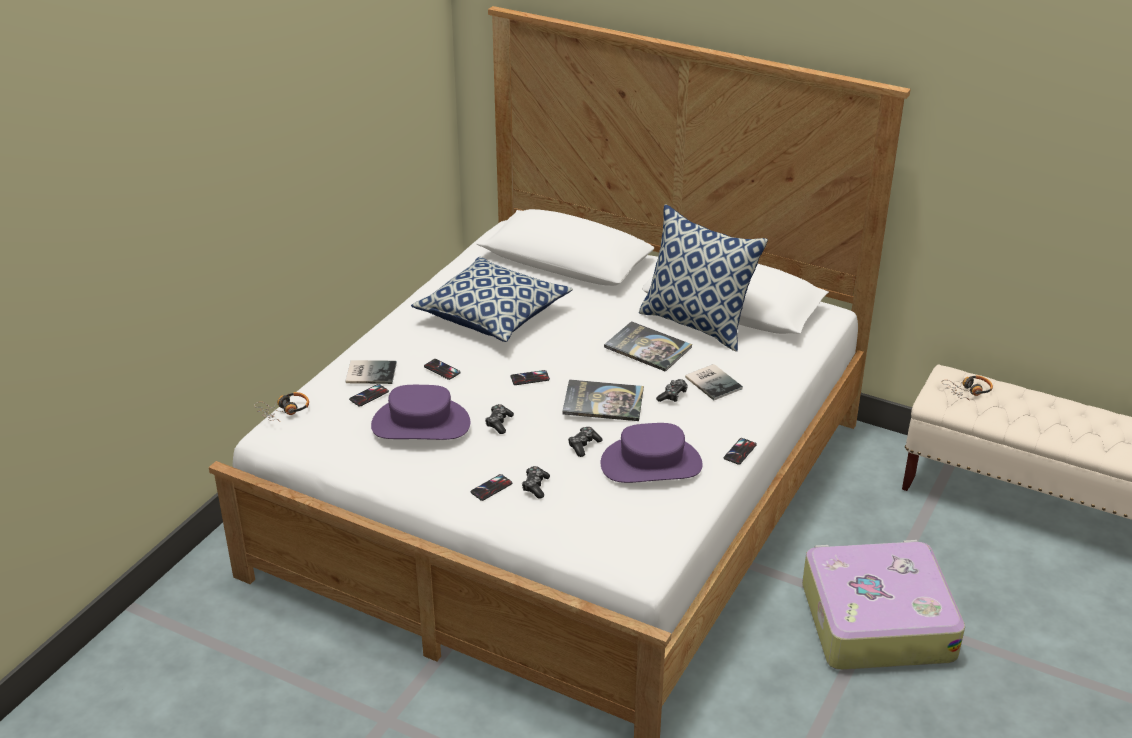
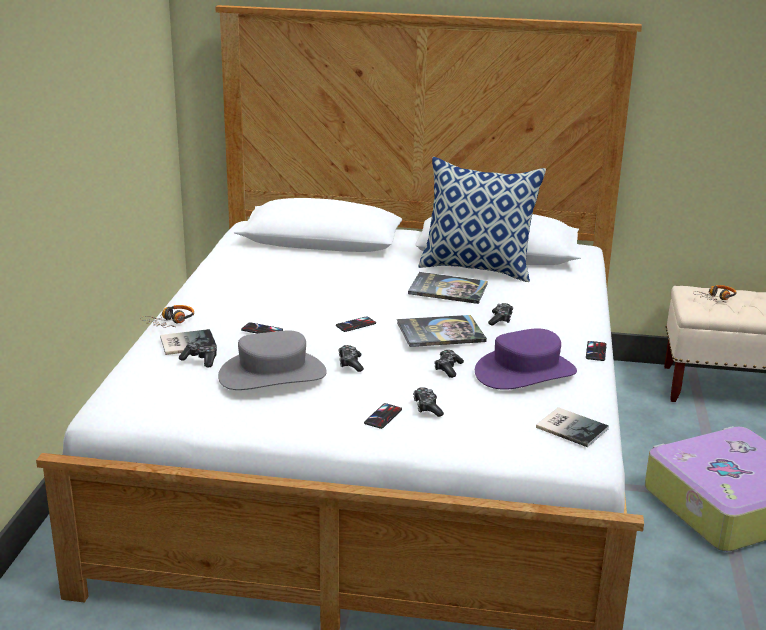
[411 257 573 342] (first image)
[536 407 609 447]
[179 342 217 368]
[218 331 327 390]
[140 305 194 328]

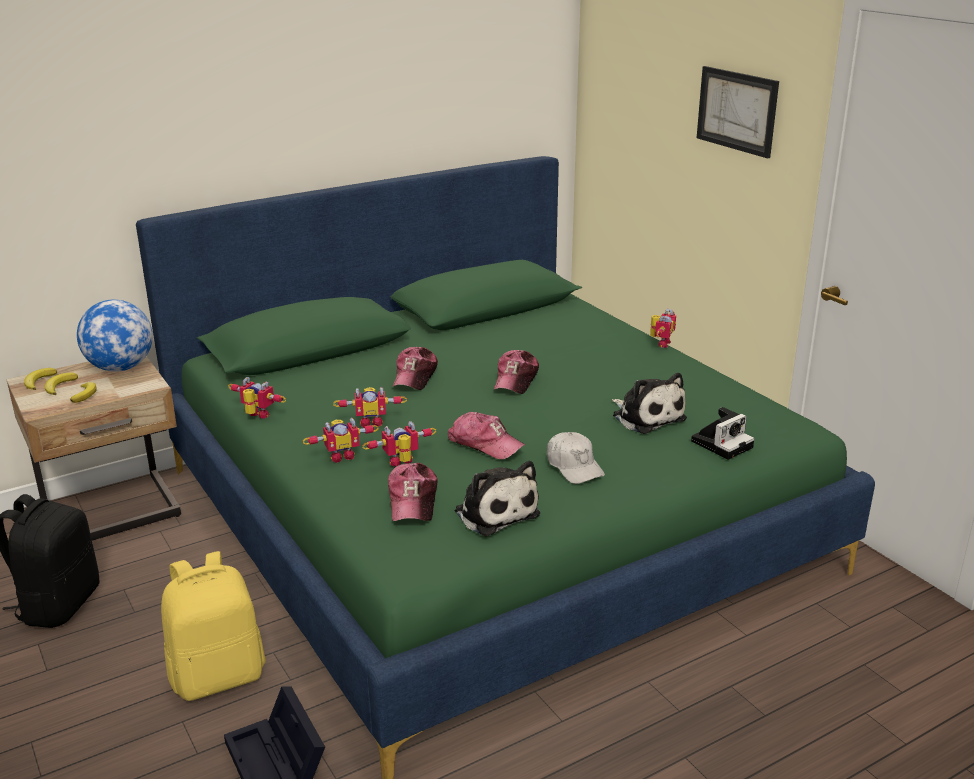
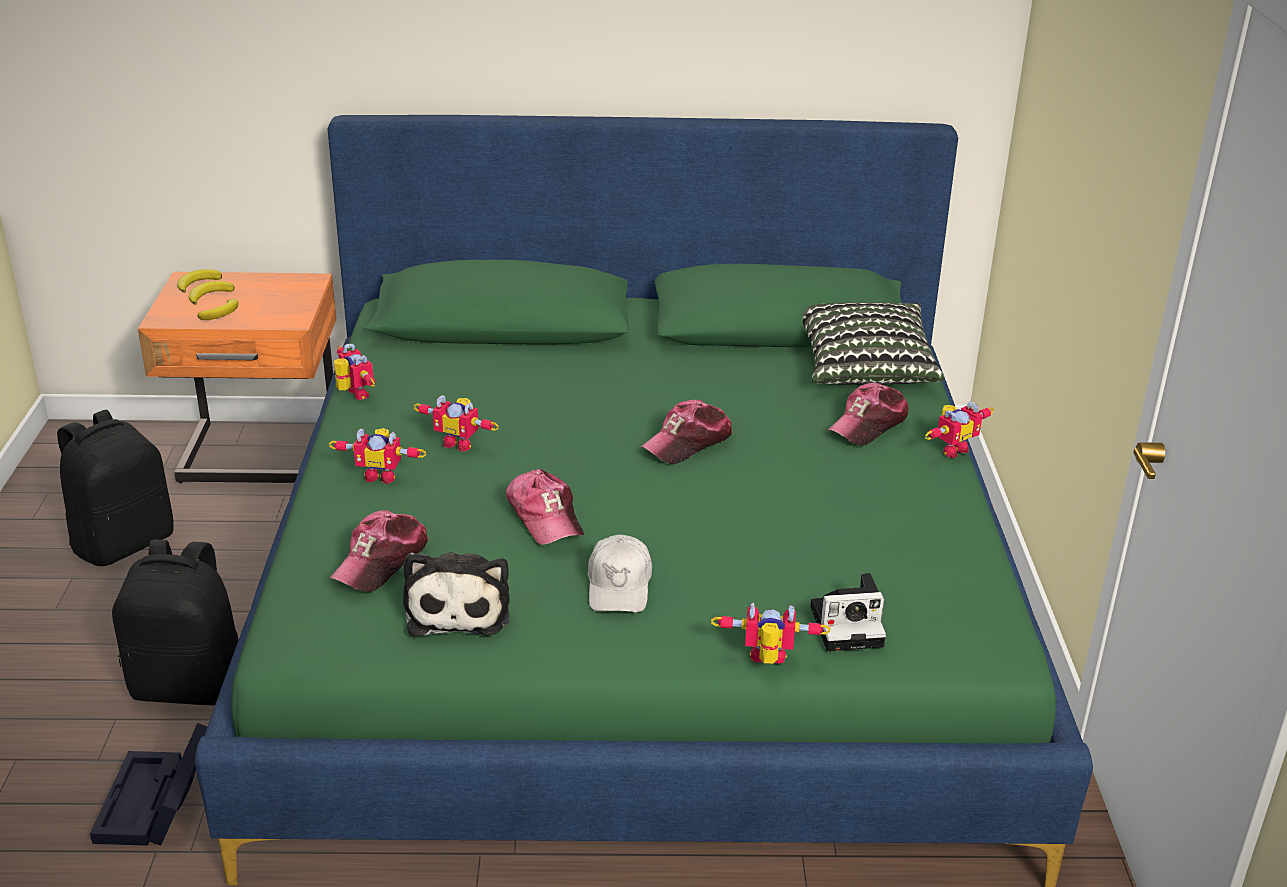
[697 66 779 158] (first image)
[77 300 153 372] (first image)
[828 383 909 446]
[138 272 336 483]
[612 373 687 434] (first image)
[711 602 831 664]
[112 539 239 705]
[803 302 944 385]

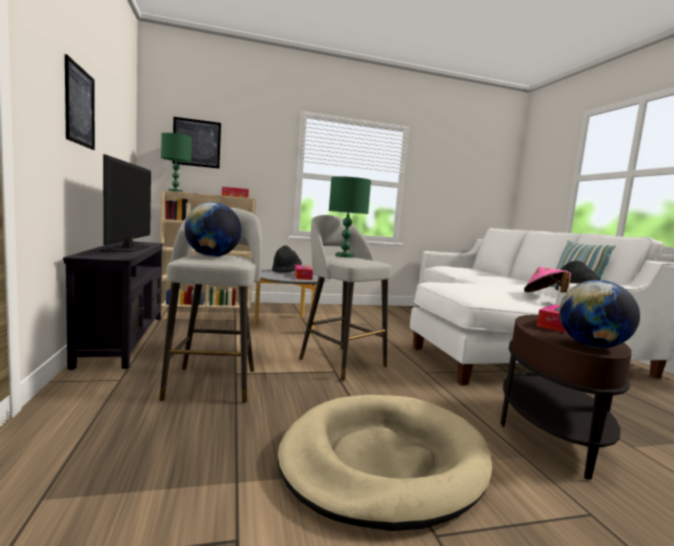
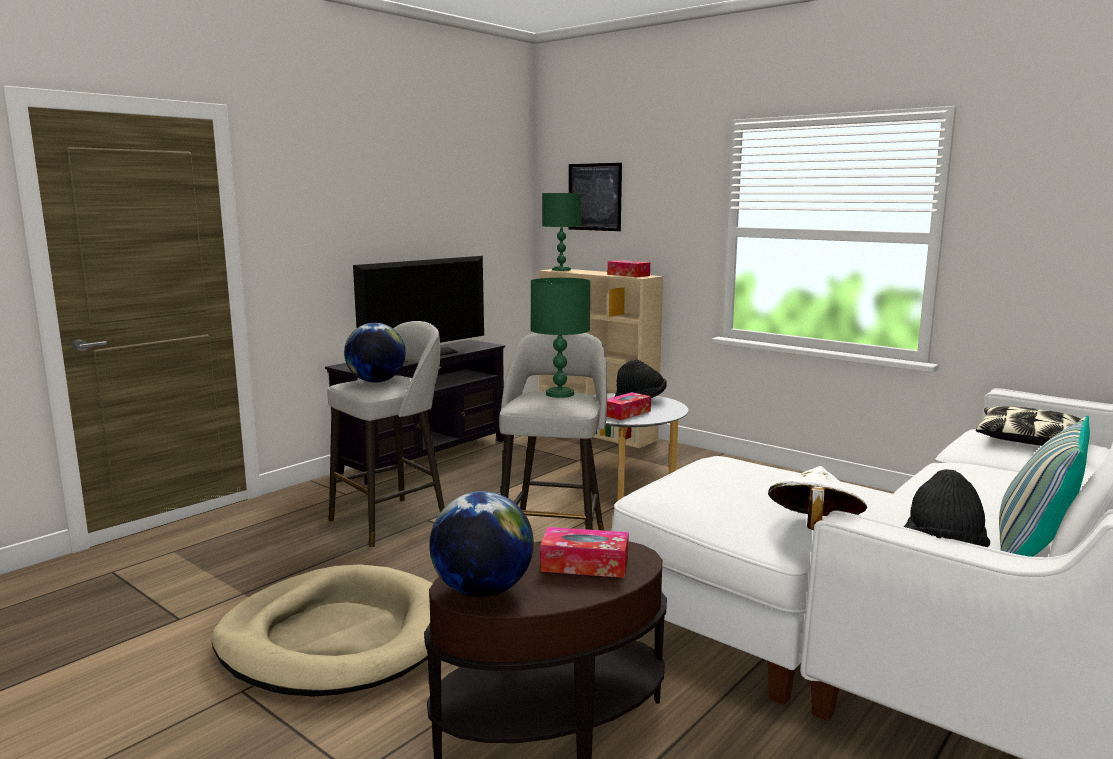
[65 54 95 150] (first image)
[768 466 867 530]
[976 406 1081 446]

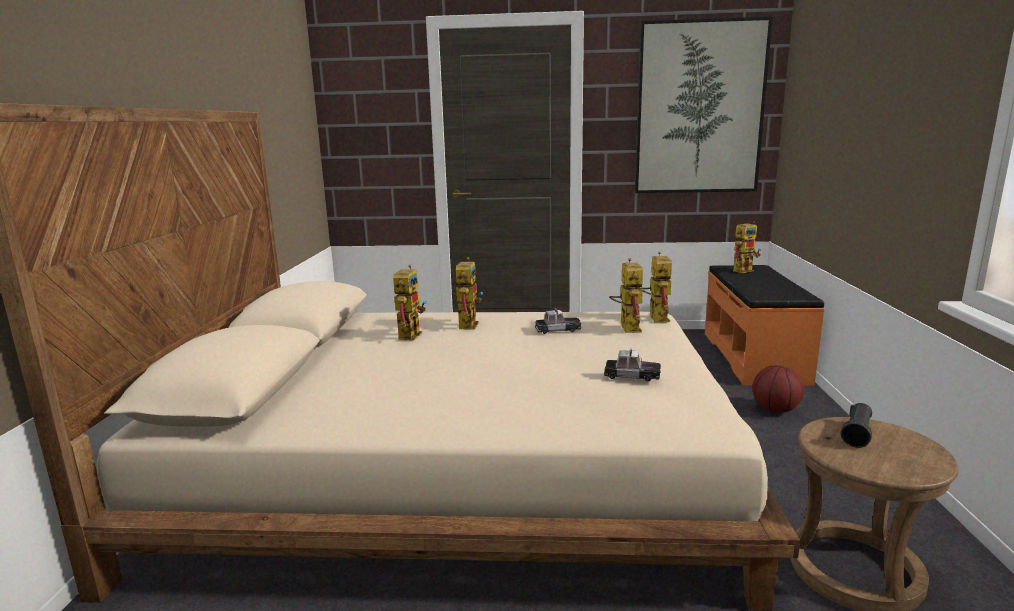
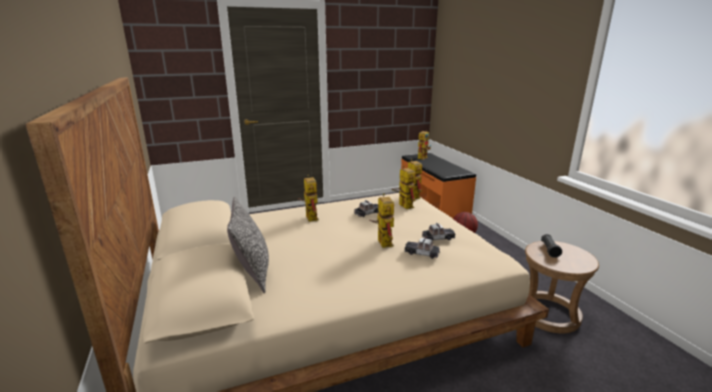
[635 17 773 193] (first image)
[369 193 394 248]
[227 197 269 293]
[405 237 440 259]

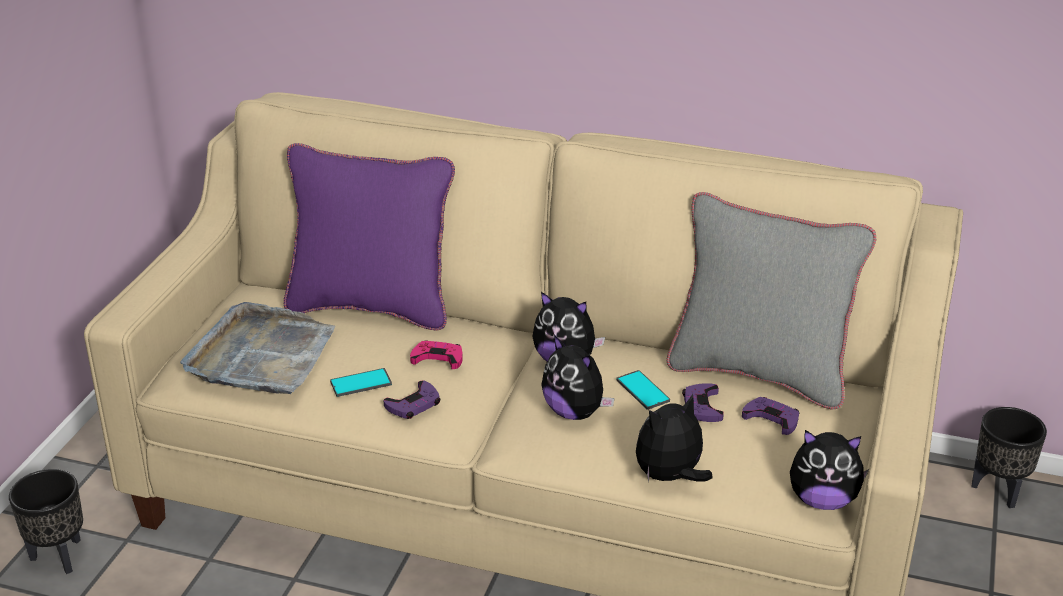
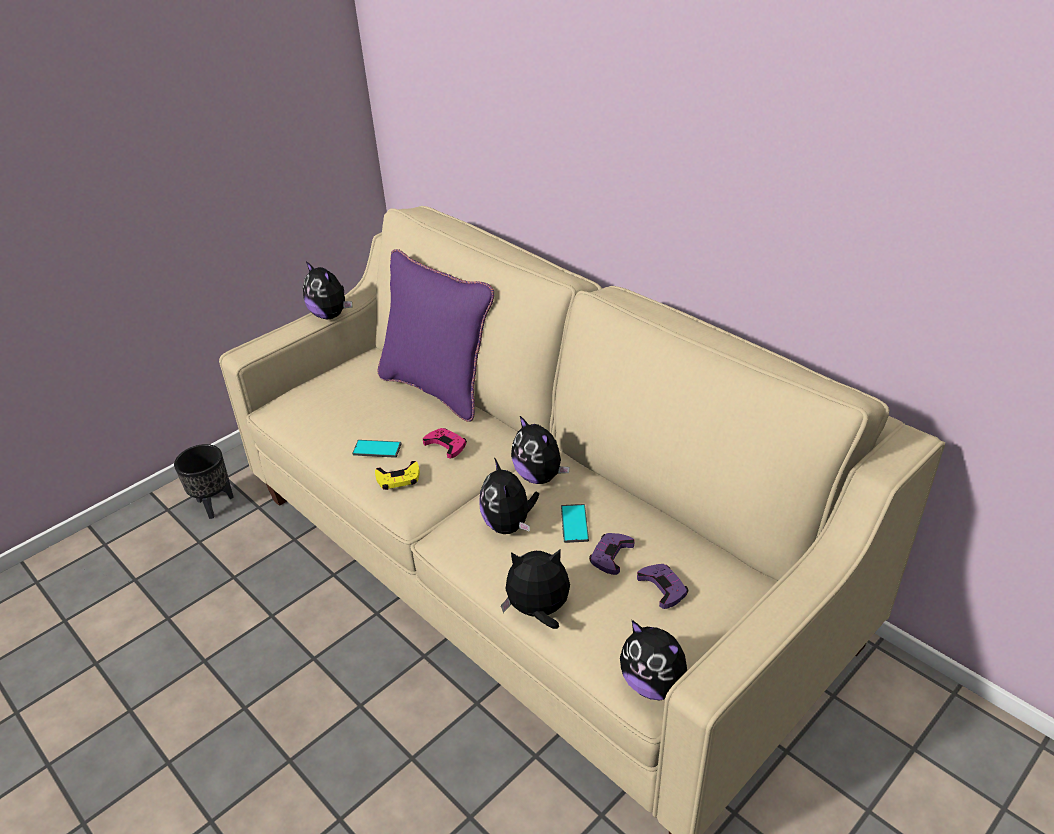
[666 192 876 410] (first image)
[180 302 335 394] (first image)
[375 461 420 490]
[972 407 1047 508] (first image)
[303 261 353 319]

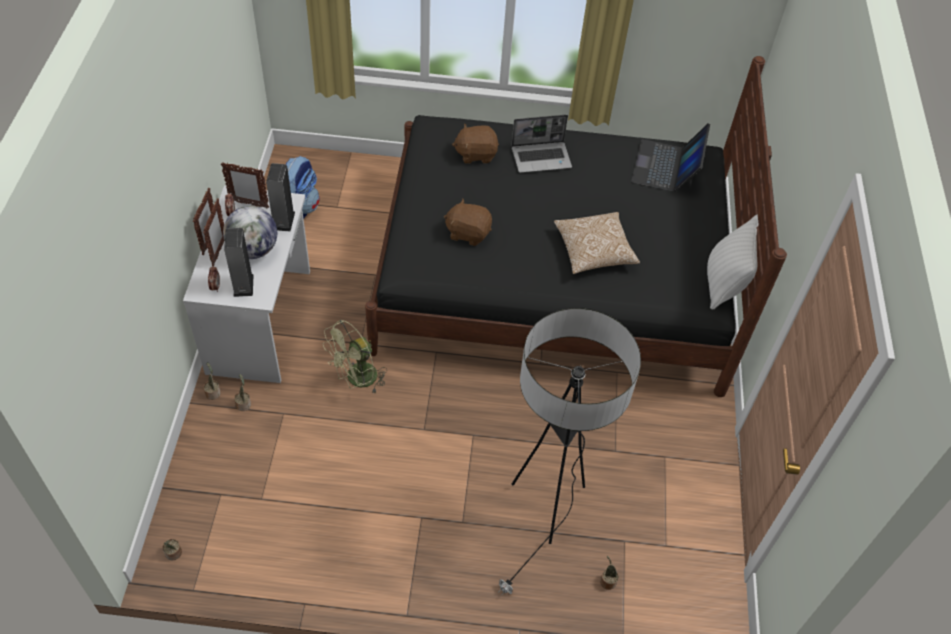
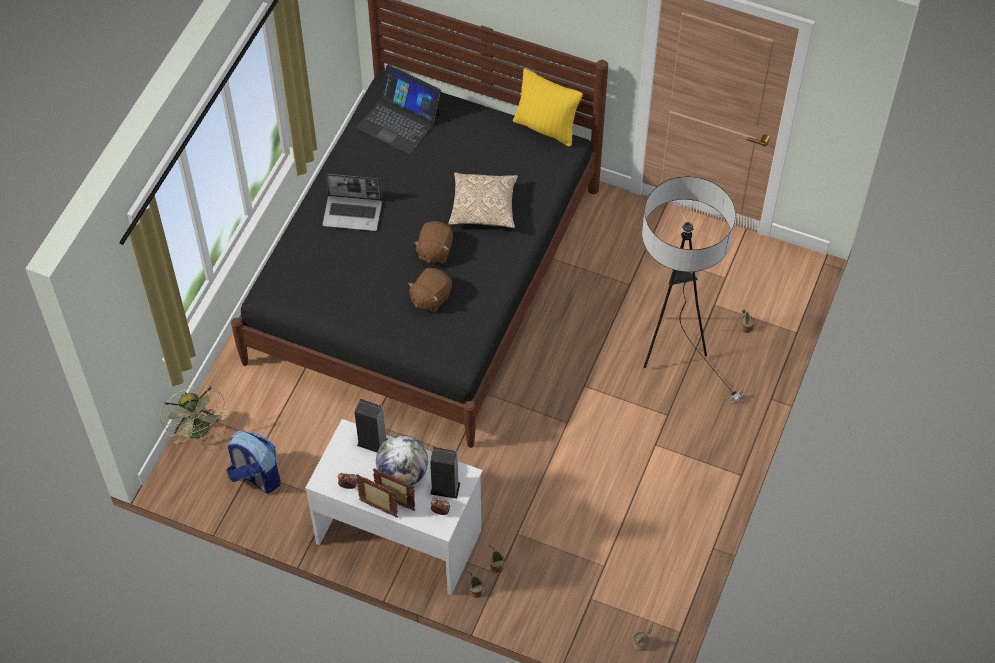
[322 174 382 231]
[414 221 453 263]
[221 162 269 208] (first image)
[513 68 583 147]
[160 386 227 445]

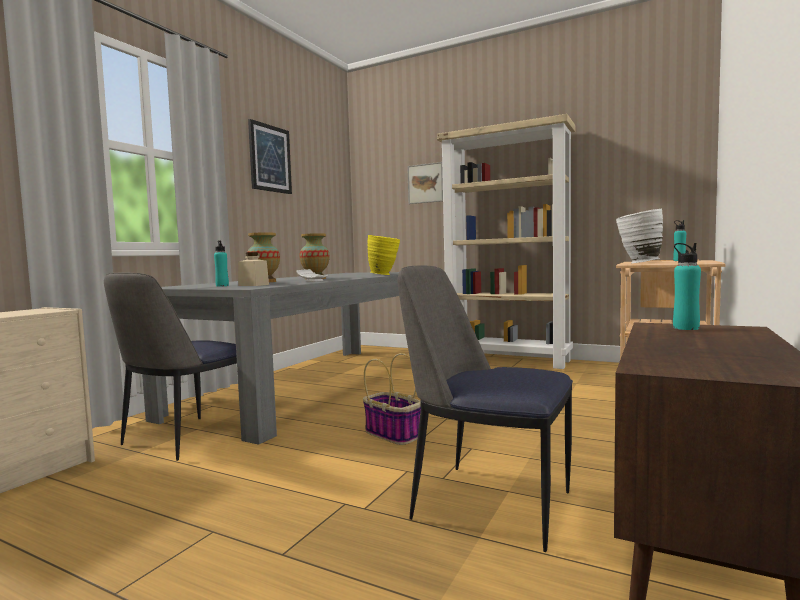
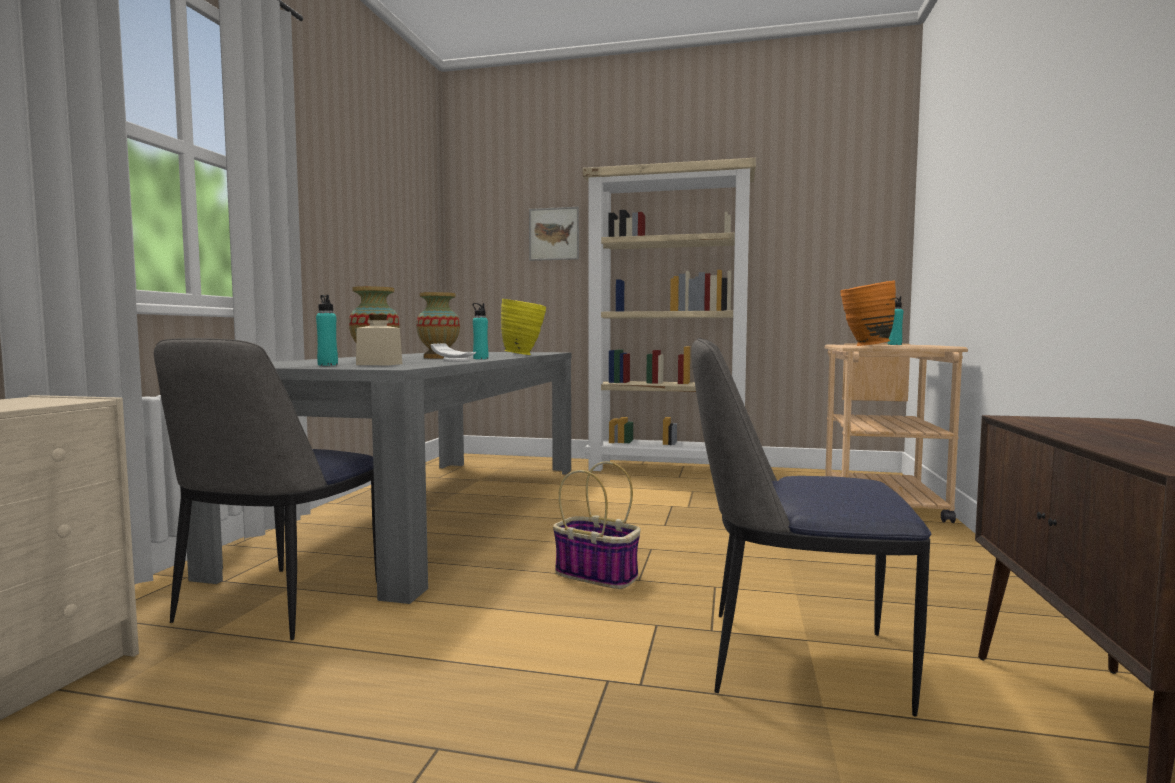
[248 119 292 194] (first image)
[840 280 896 346]
[473 303 488 359]

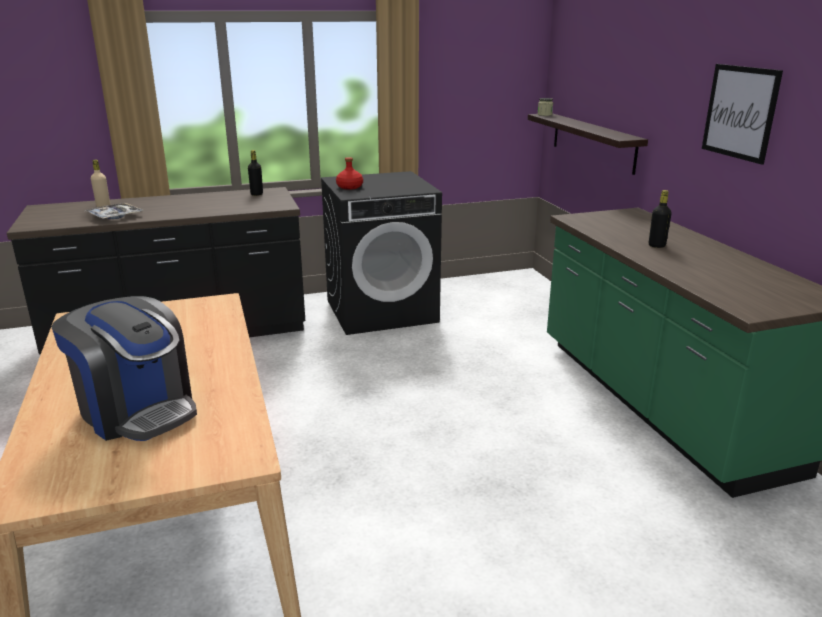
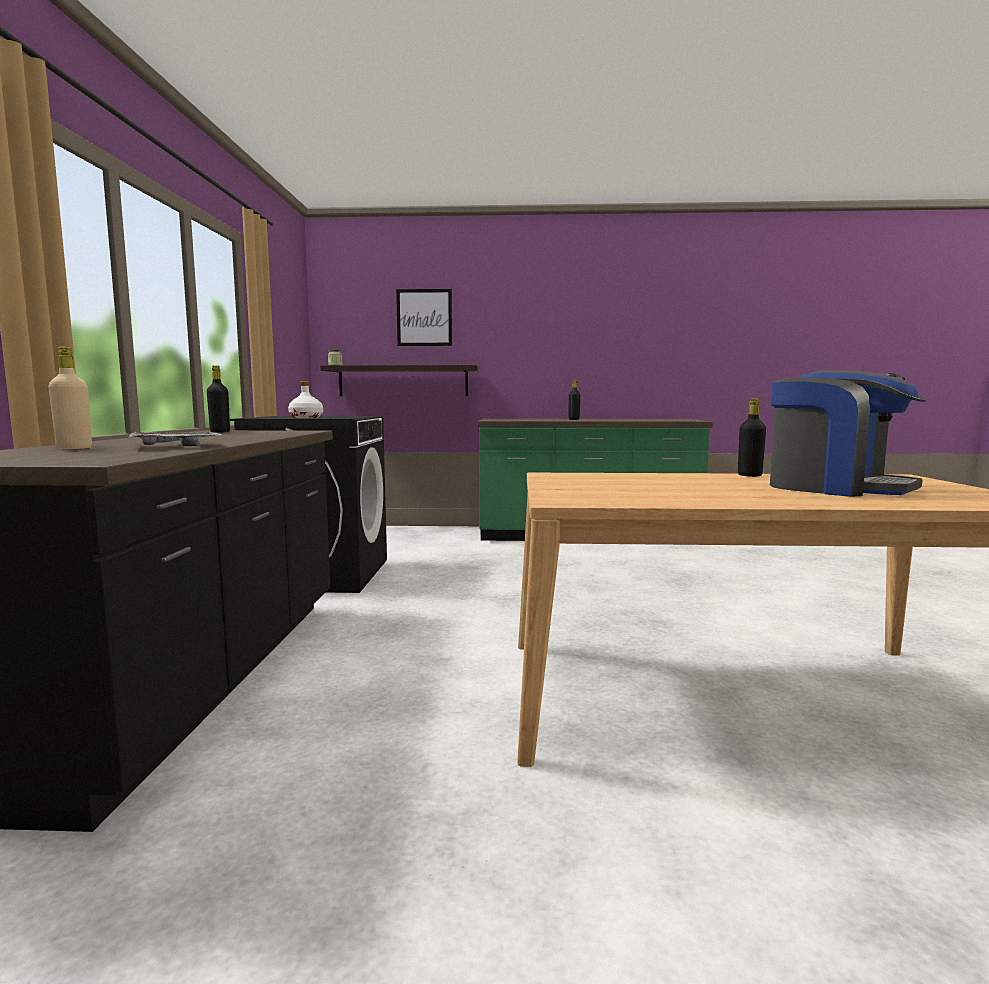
[396 289 452 346]
[288 381 323 418]
[770 370 927 497]
[738 398 766 477]

